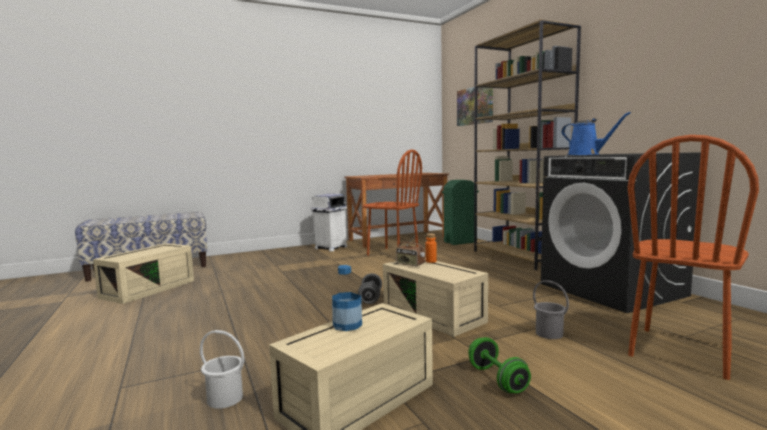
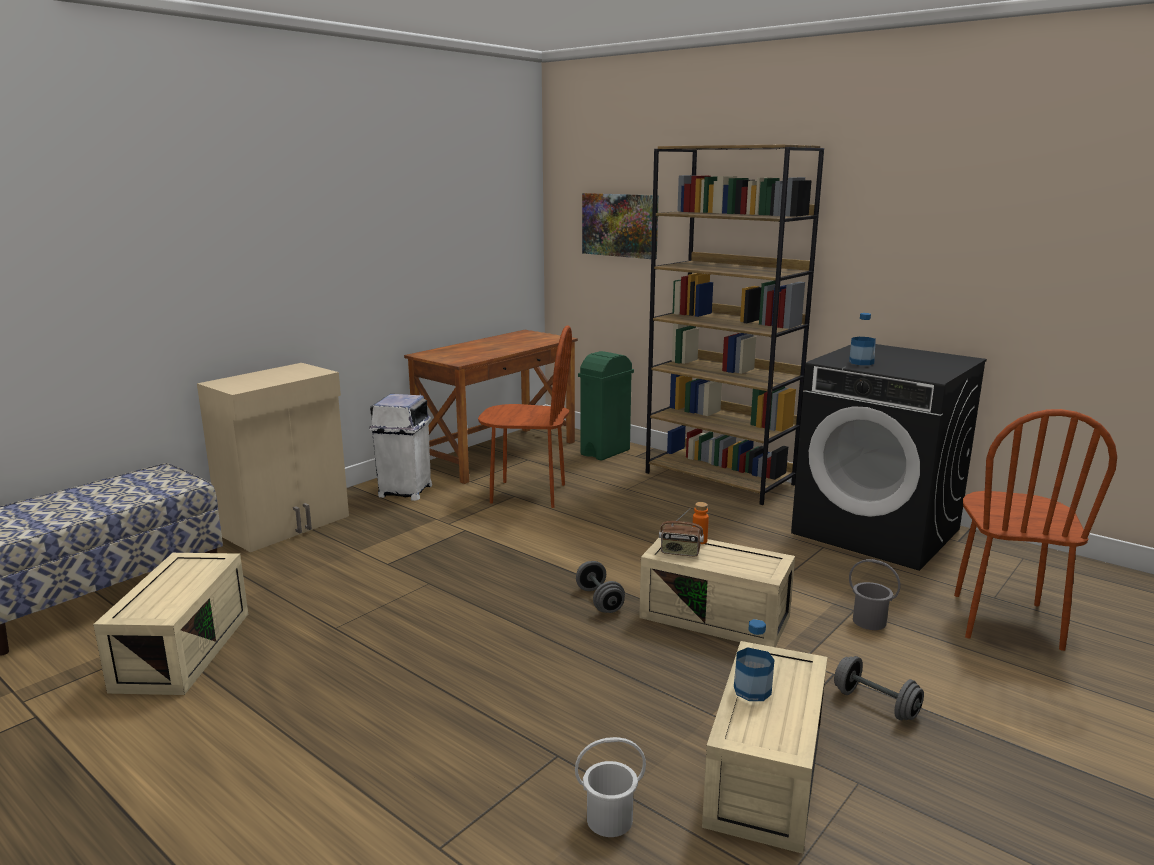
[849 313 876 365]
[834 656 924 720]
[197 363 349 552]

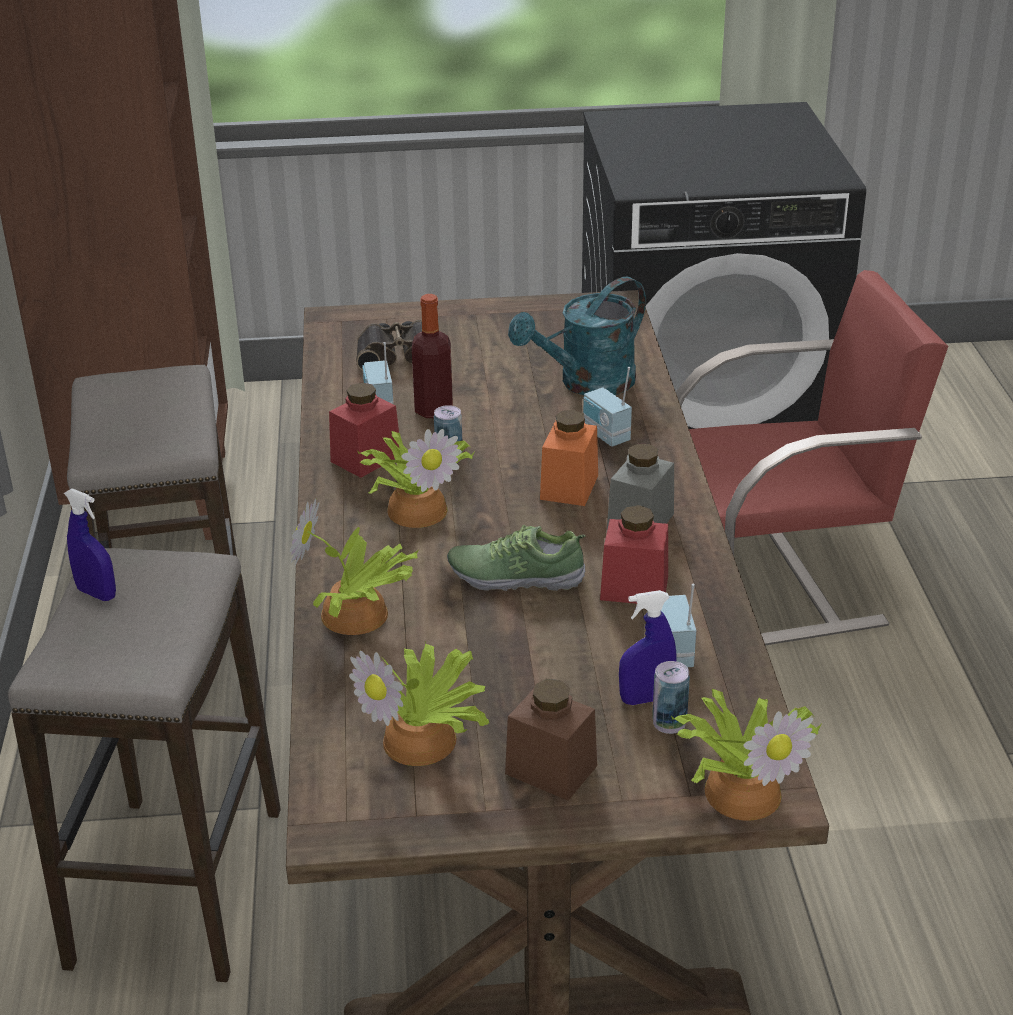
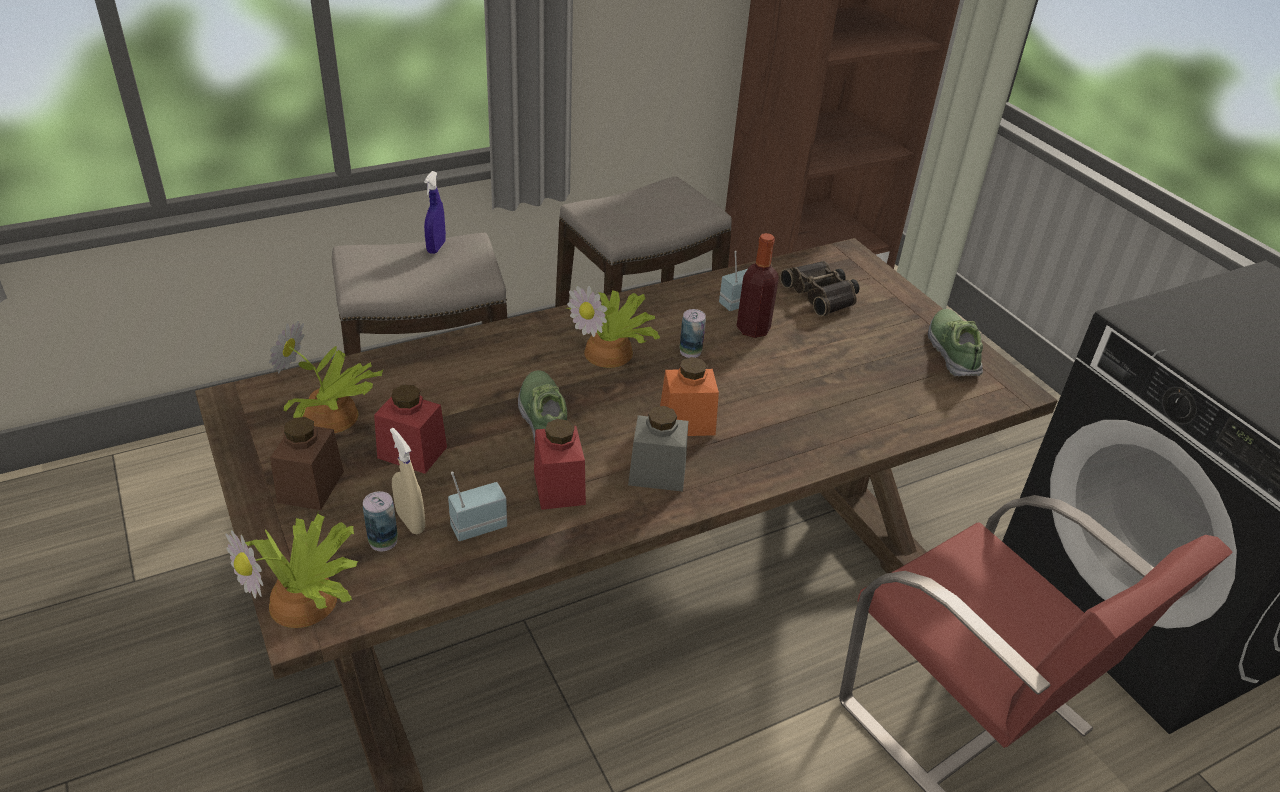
[508 276 646 395] (first image)
[583 367 632 447] (first image)
[374 385 447 474]
[290 499 418 635] (first image)
[390 428 425 534]
[928 309 983 376]

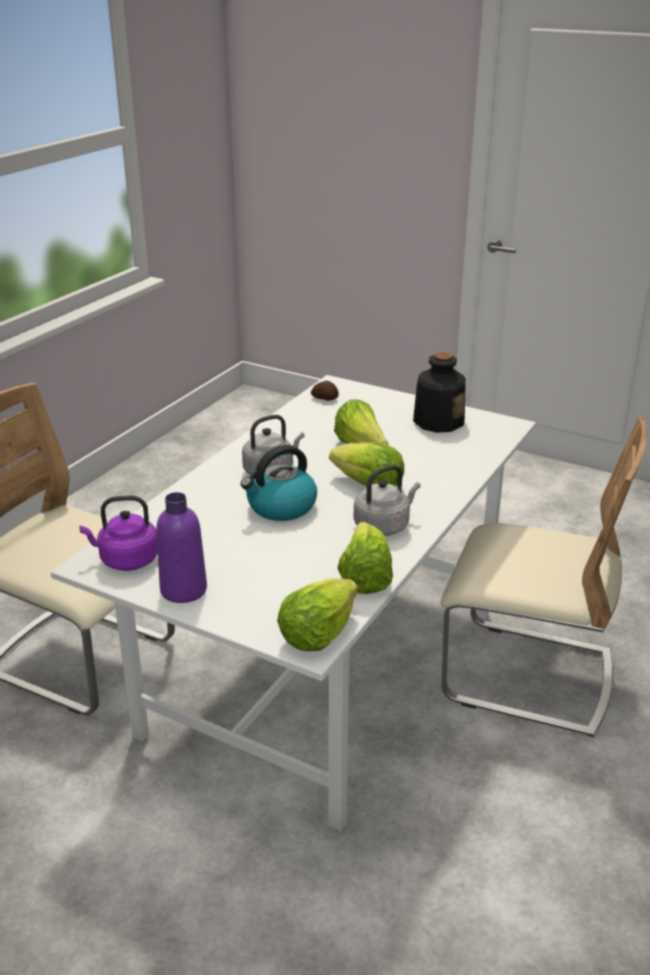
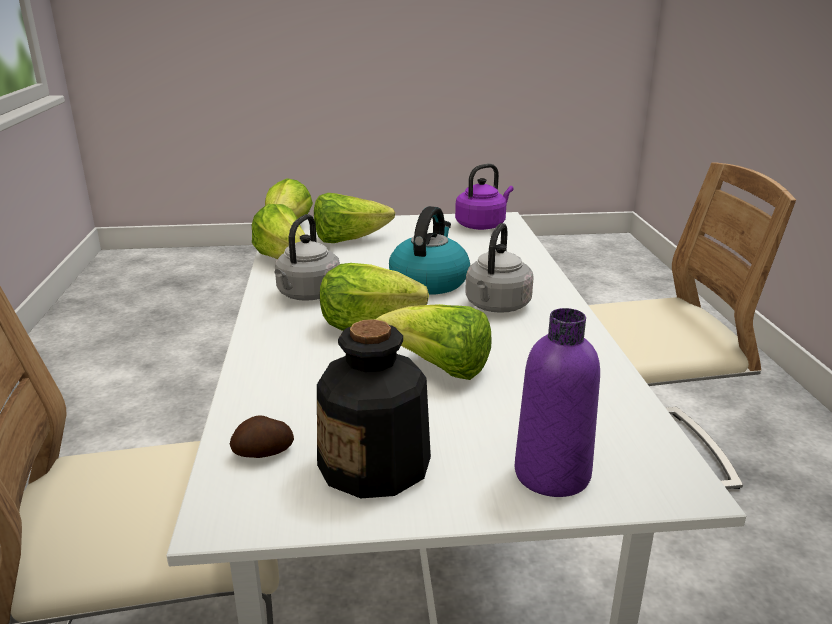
[230 415 294 458]
[515 308 600 497]
[314 193 395 243]

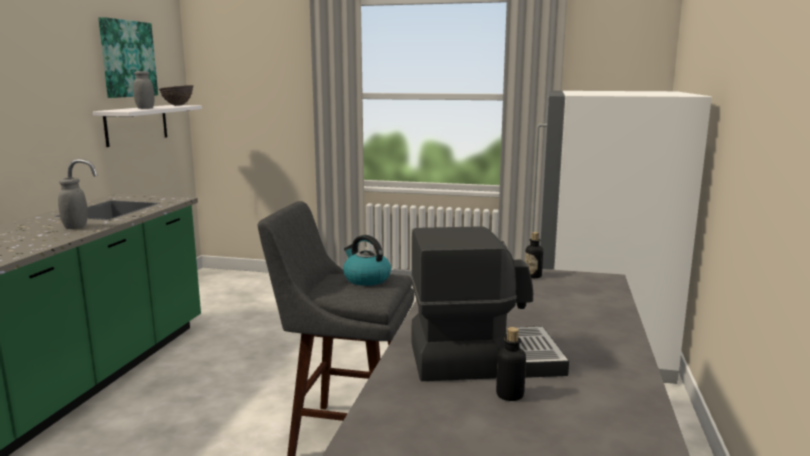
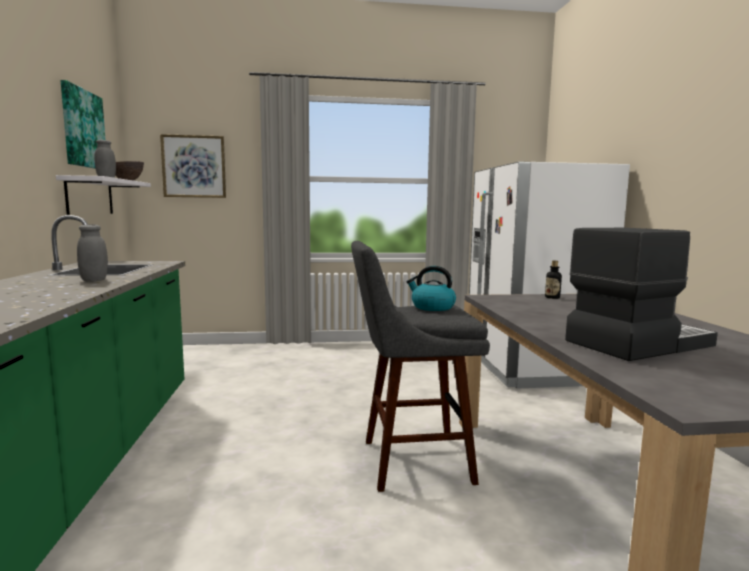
[496 327 526 401] (first image)
[160 134 226 198]

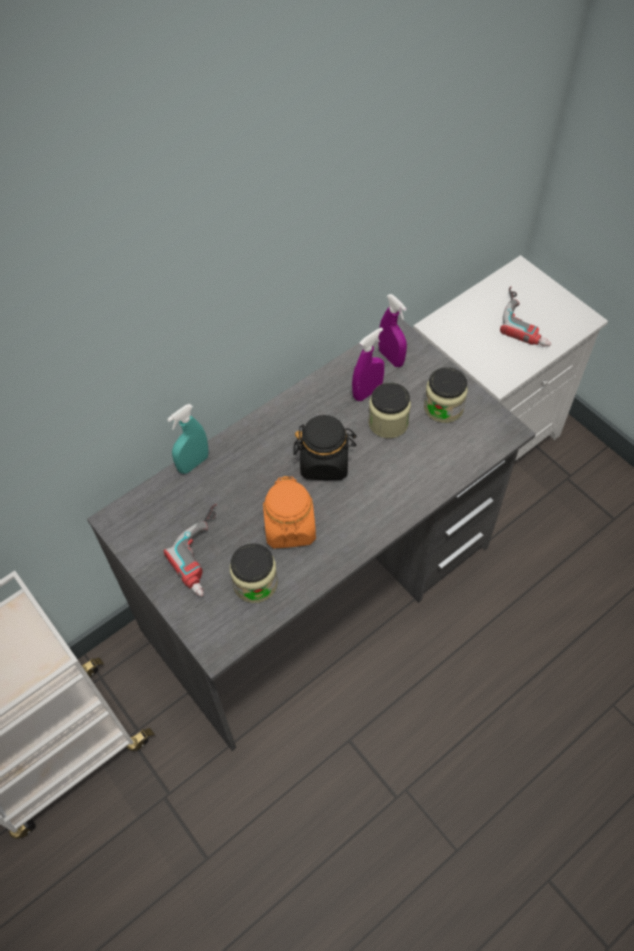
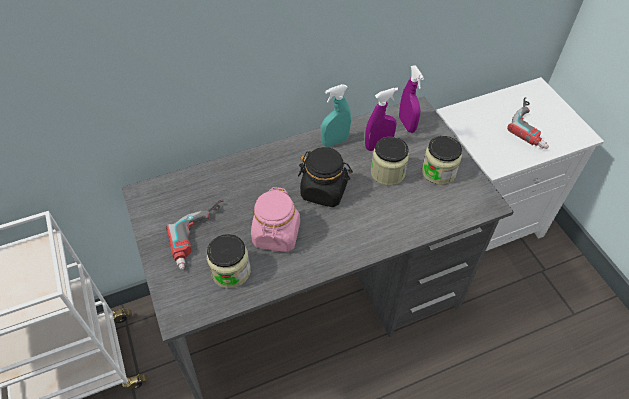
[321 84 351 147]
[251 187 300 252]

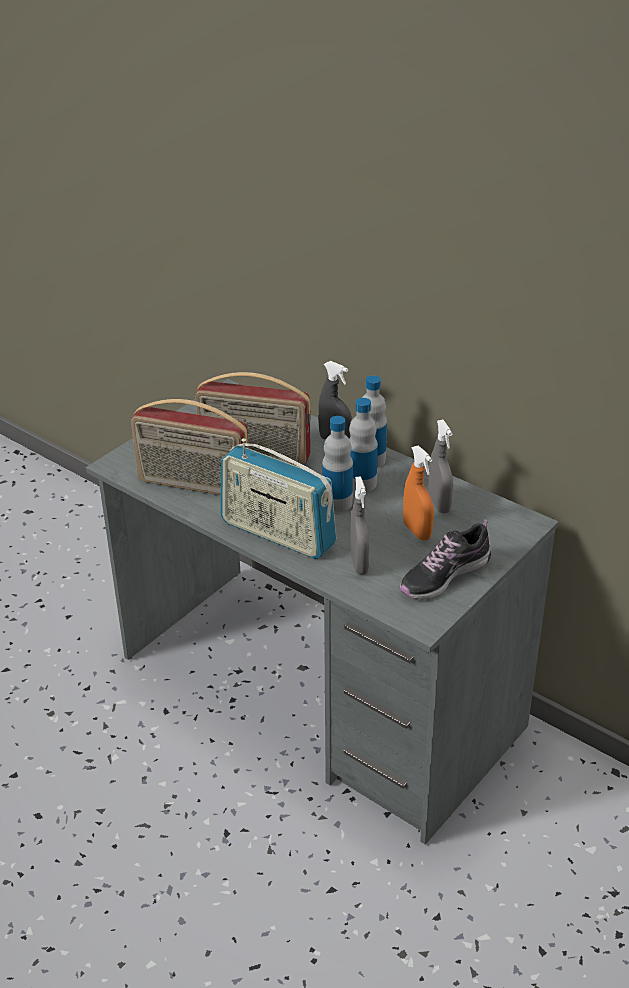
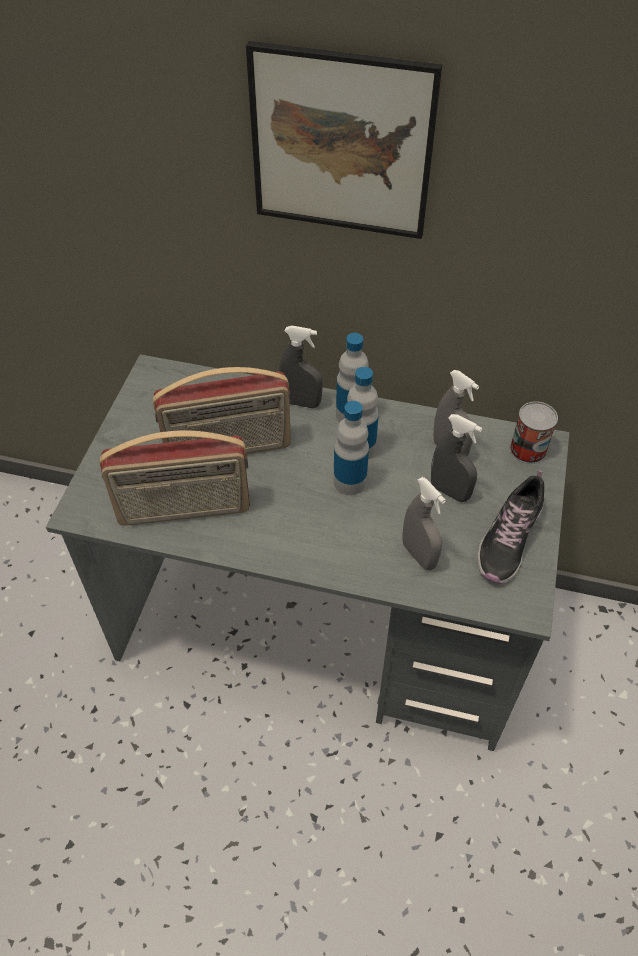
[220 438 336 559] (first image)
[431 414 482 502]
[246 41 442 239]
[510 401 558 464]

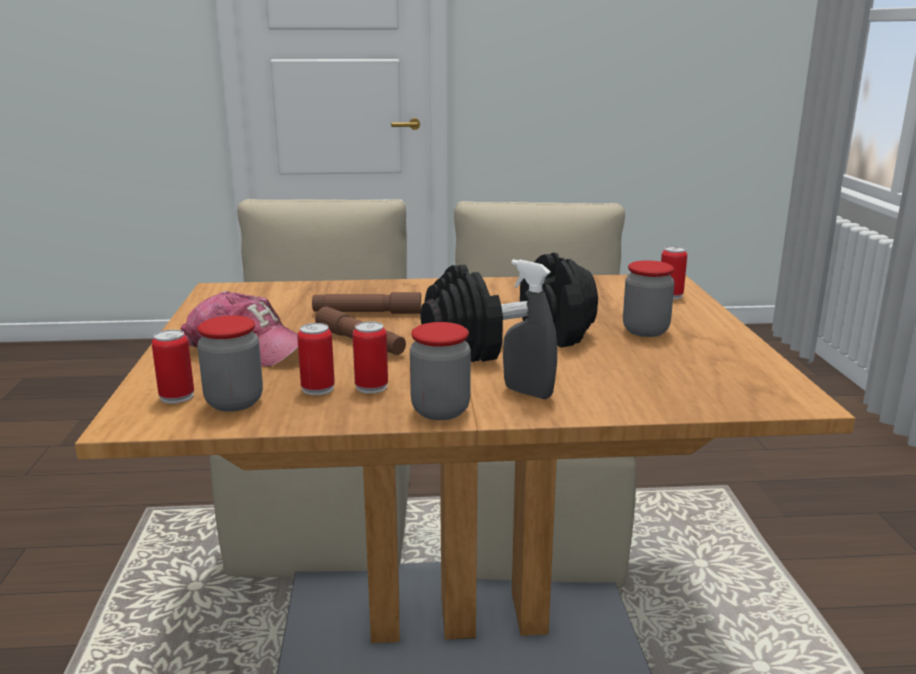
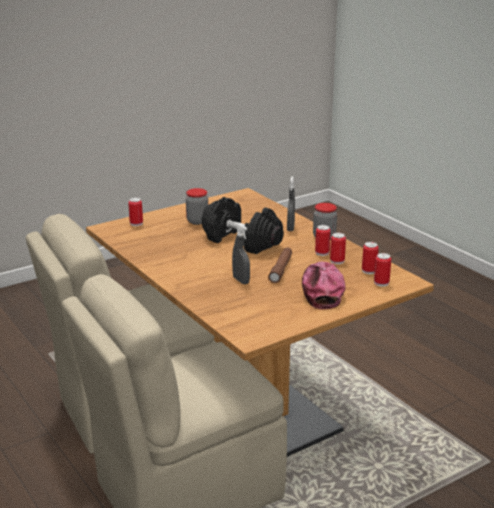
[232 223 250 284]
[362 242 379 274]

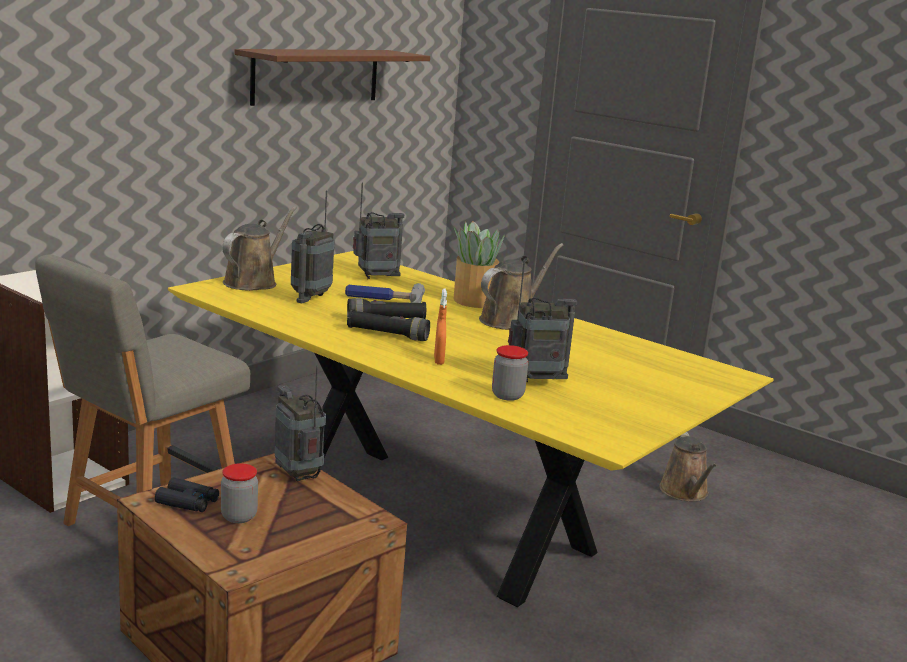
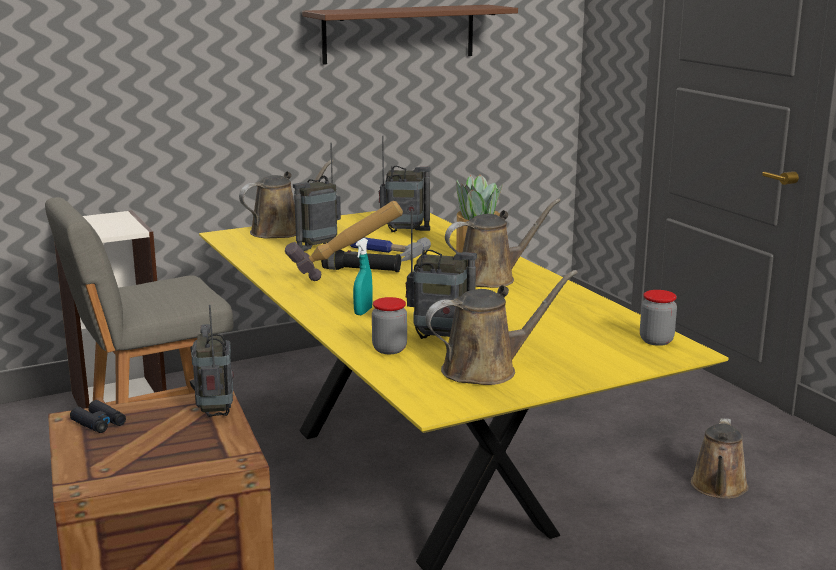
[353 238 373 315]
[285 201 403 281]
[640 290 677 346]
[425 270 578 385]

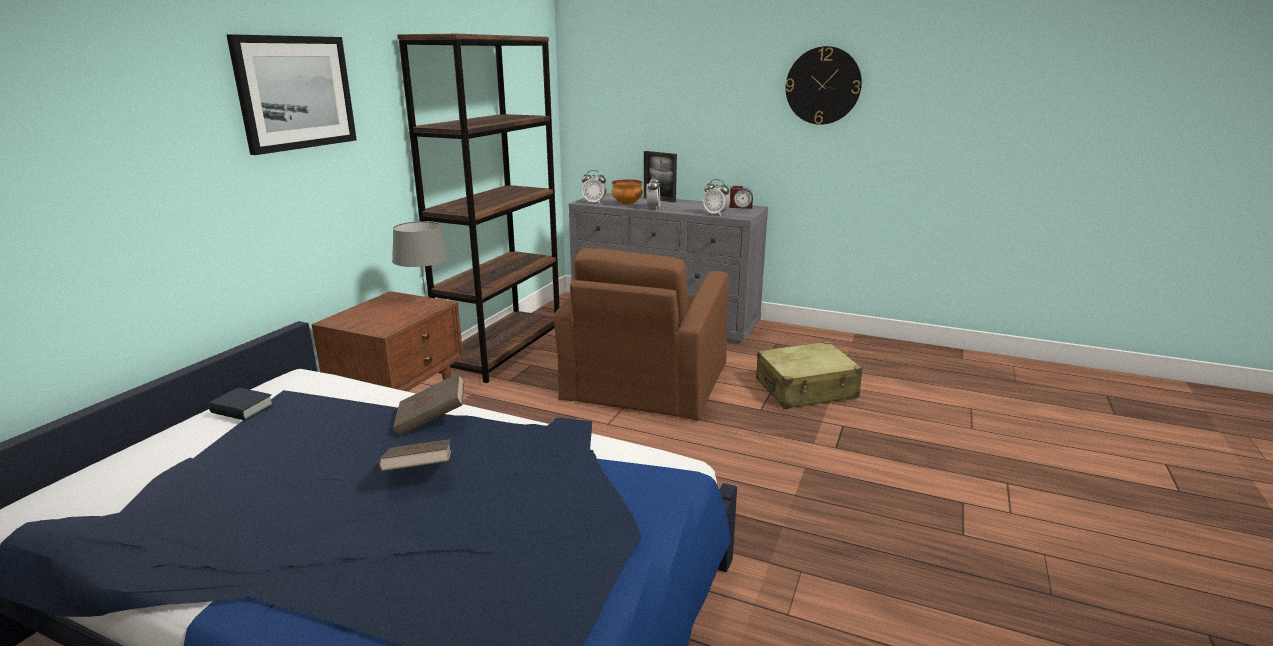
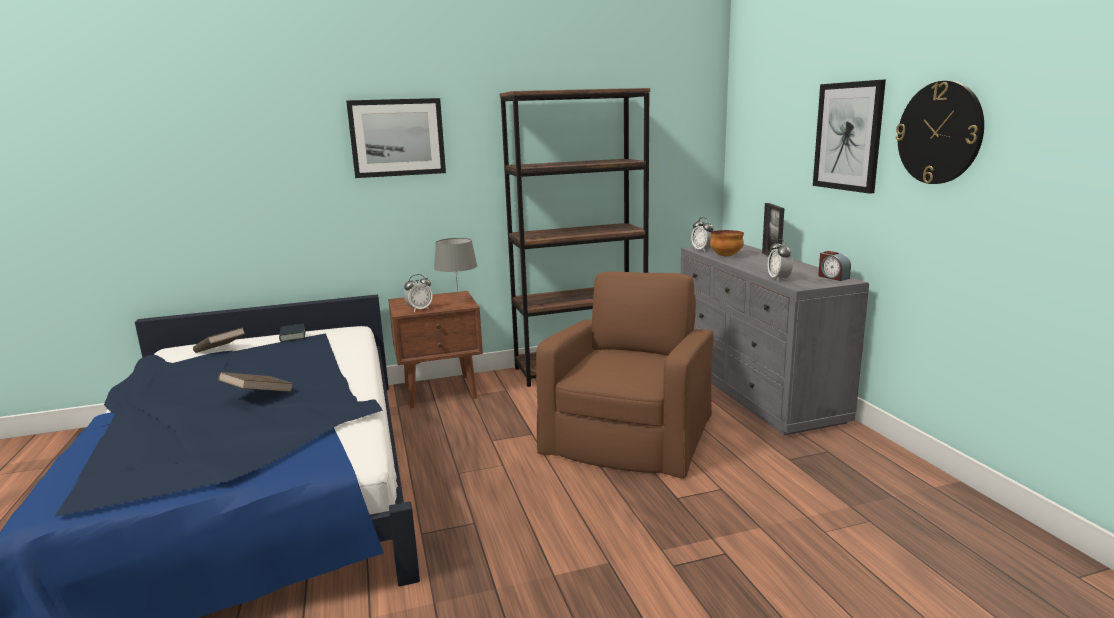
[404 274 433 312]
[536 271 714 479]
[756 341 862 409] (first image)
[193 327 246 353]
[813 80 886 194]

